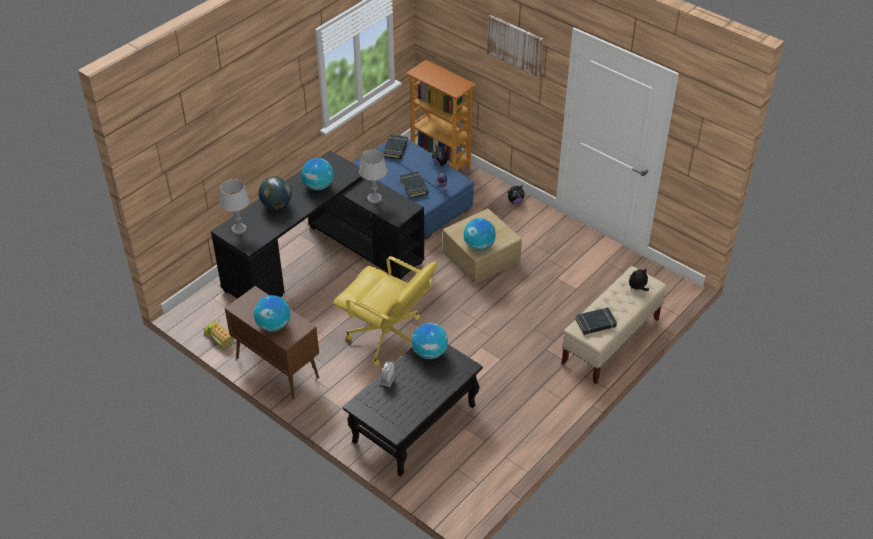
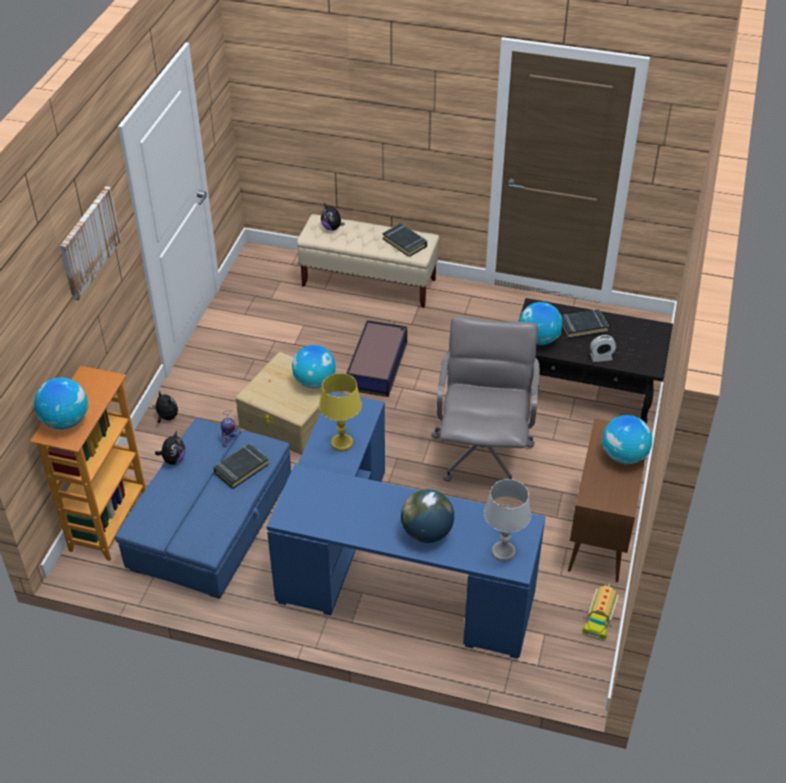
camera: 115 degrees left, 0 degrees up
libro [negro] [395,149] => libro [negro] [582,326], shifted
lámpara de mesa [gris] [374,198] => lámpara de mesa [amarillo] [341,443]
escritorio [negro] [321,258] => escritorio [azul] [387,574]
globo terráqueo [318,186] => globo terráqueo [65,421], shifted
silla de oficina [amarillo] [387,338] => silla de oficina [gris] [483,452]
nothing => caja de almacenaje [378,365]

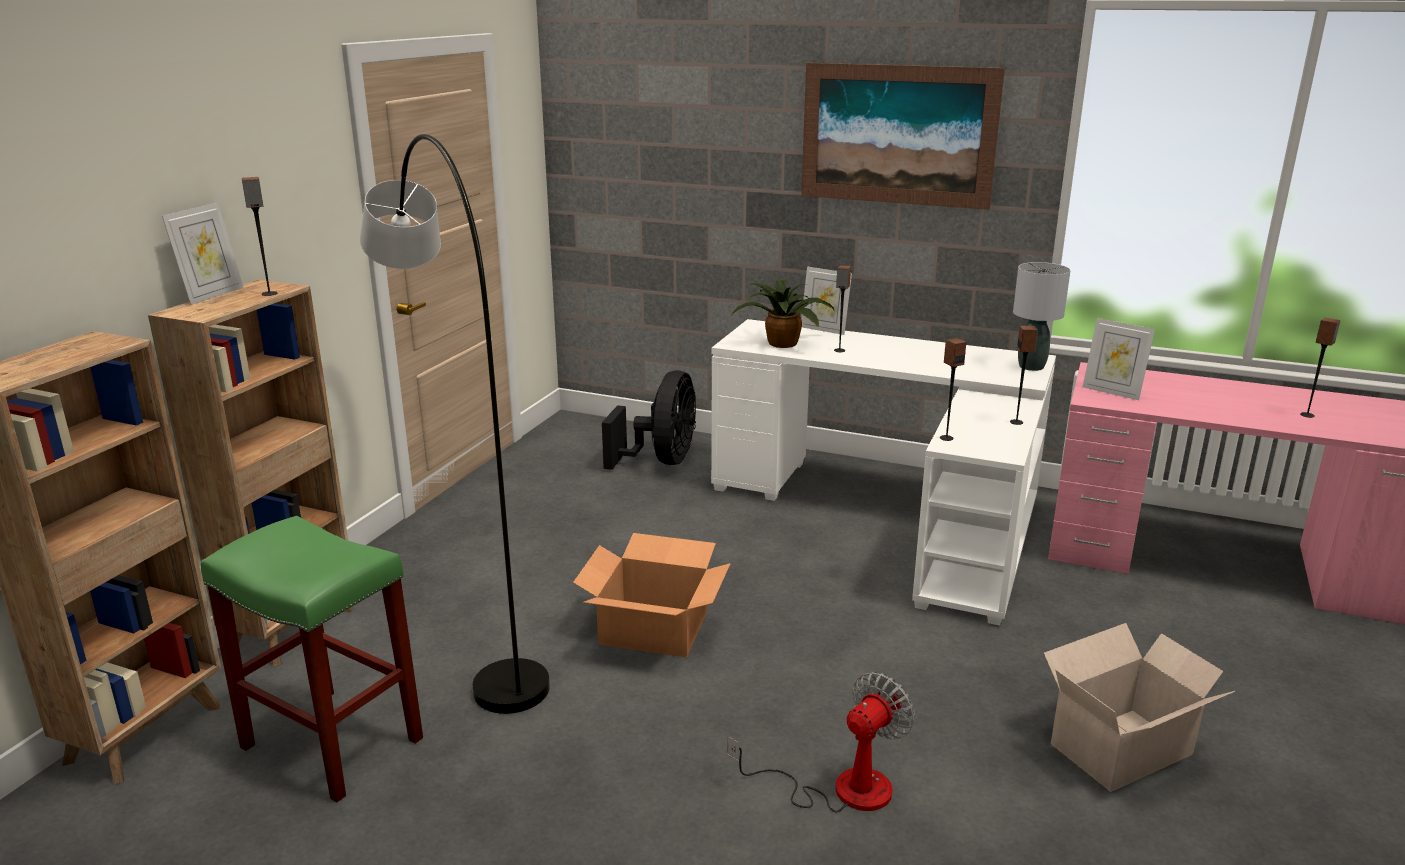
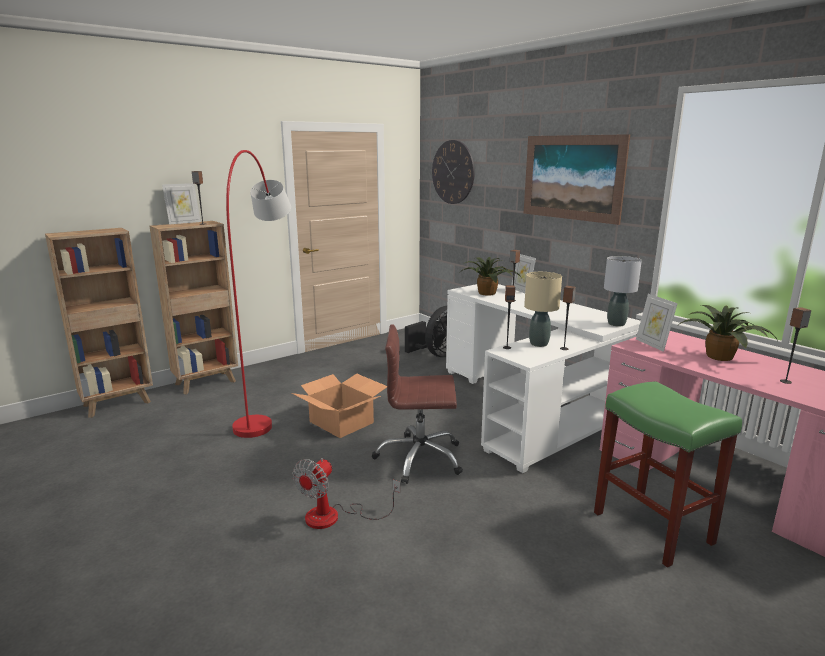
camera: 30 degrees right, 5 degrees down
lámpara de pie [gris] [468,620] => lámpara de pie [rojo] [271,397]
taburete [verde] [329,743] => taburete [verde] [650,527], shifted
caja de cartón [1125,748] => nothing
ventilador [841,789] => ventilador [334,517], 135 degrees clockwise
nothing => reloj de pared [453,172]
nothing => lámpara de mesa [beis] [538,344]
nothing => planta en maceta [721,357]
nothing => silla de oficina [marrón] [419,458]

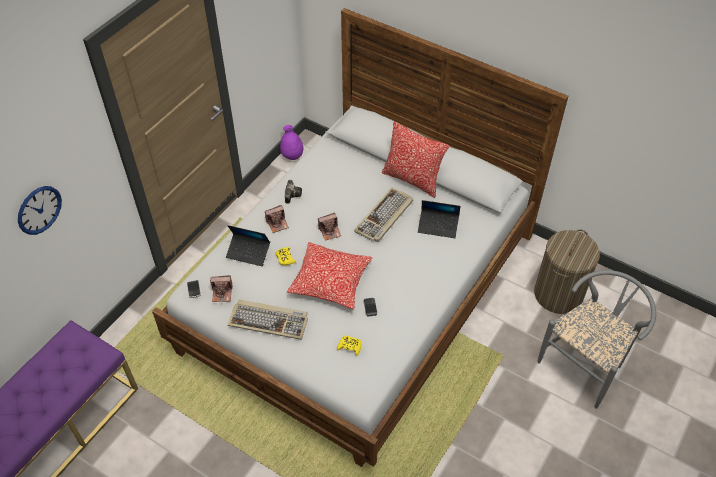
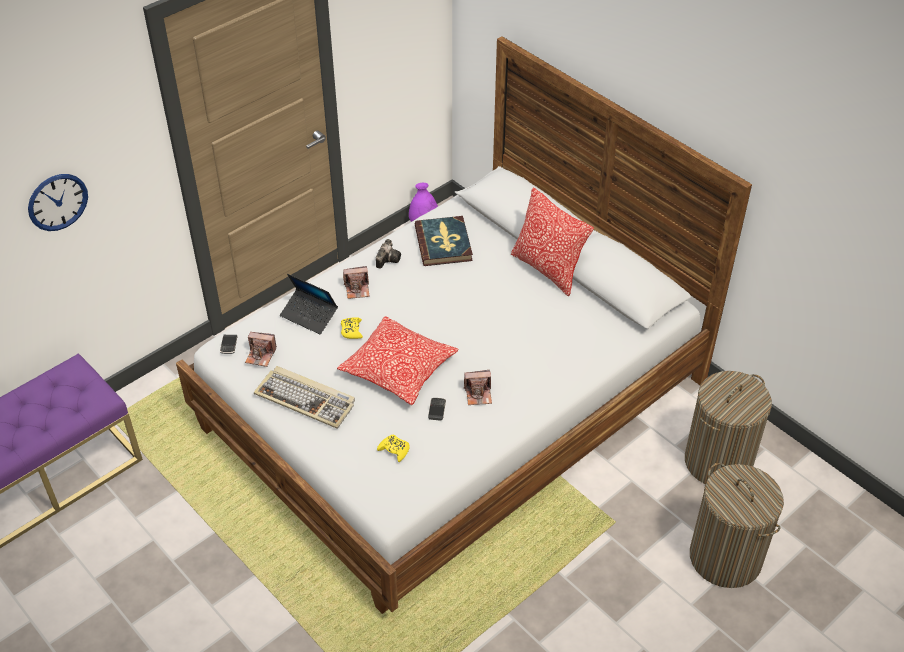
camera: 15 degrees right, 5 degrees down
teclado [384,217] => nothing
portátil [438,226] => nothing
cámara [330,231] => cámara [478,394], shifted
silla [gris] [586,364] => cesto de la ropa [725,557]
nothing => libro [444,243]

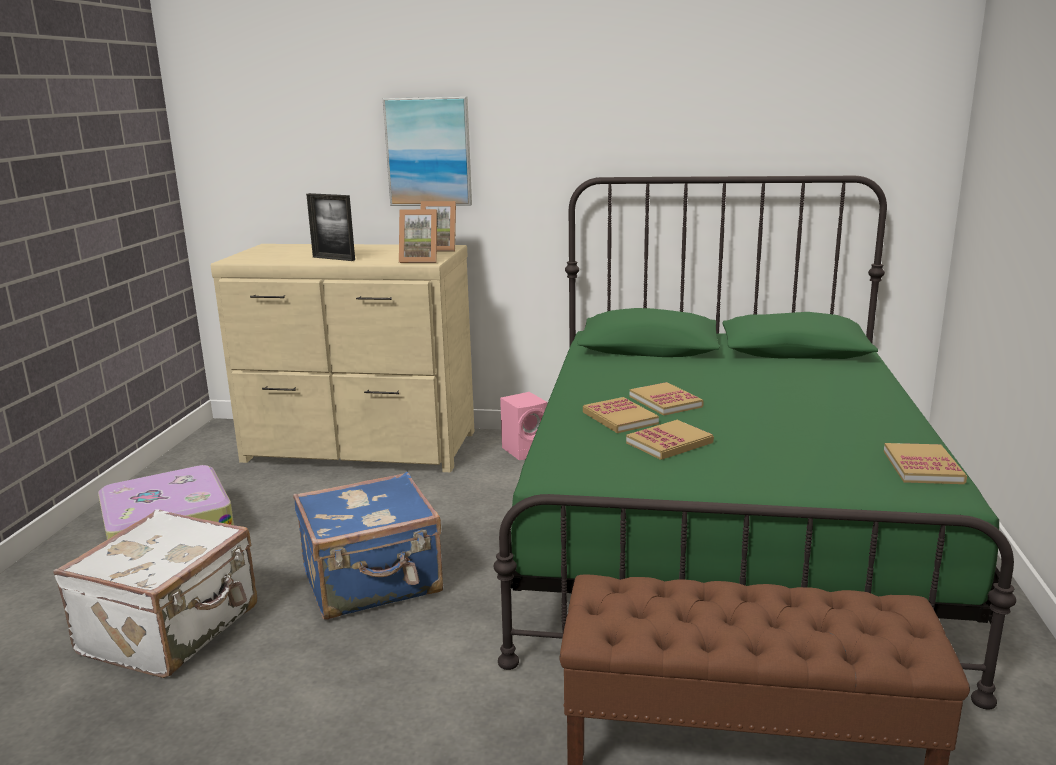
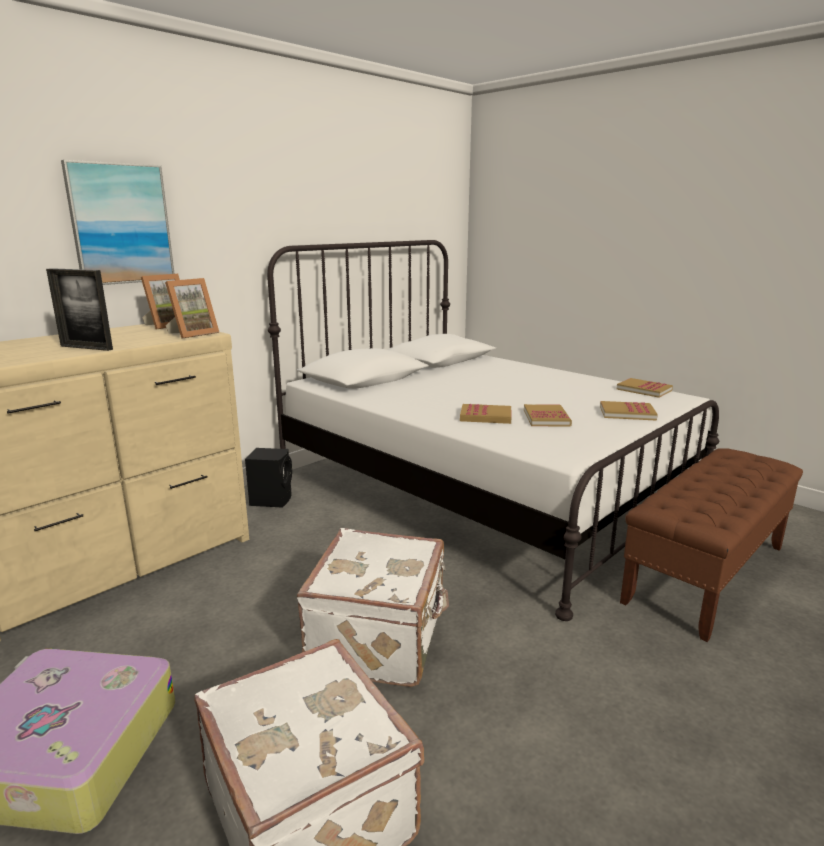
camera: 55 degrees left, 0 degrees up
cama [verde] [721,533] => cama [blanco] [484,489]
portarretratos [333,258] => portarretratos [86,348], 45 degrees clockwise
libro [665,401] => libro [627,413], shifted
altavoz [rosa] [526,450] => altavoz [negro] [272,499]
maleta [azul] [373,582] => maleta [blanco] [380,639]

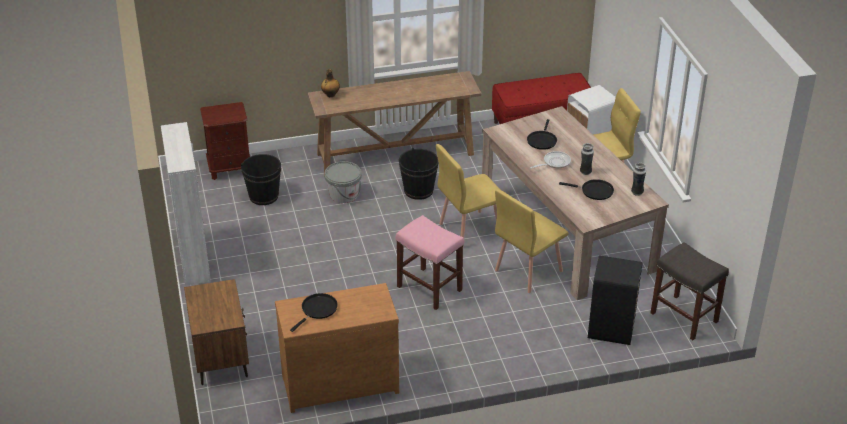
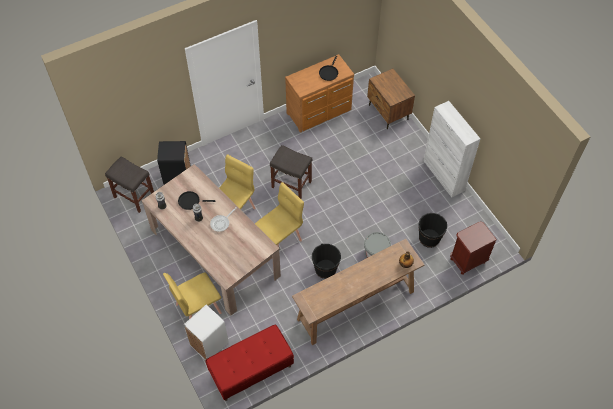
camera: 165 degrees right, 20 degrees up
sartén [negro] [542,140] => nothing
taburete [rosa] [428,288] => taburete [gris] [292,184]

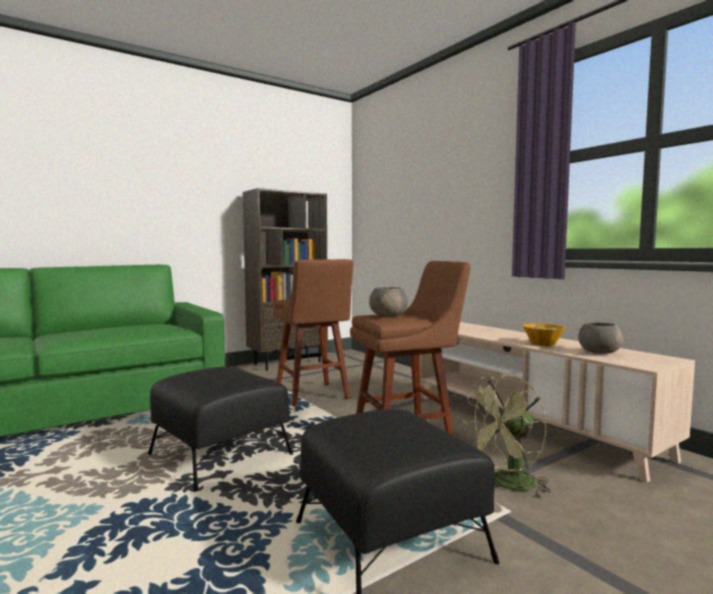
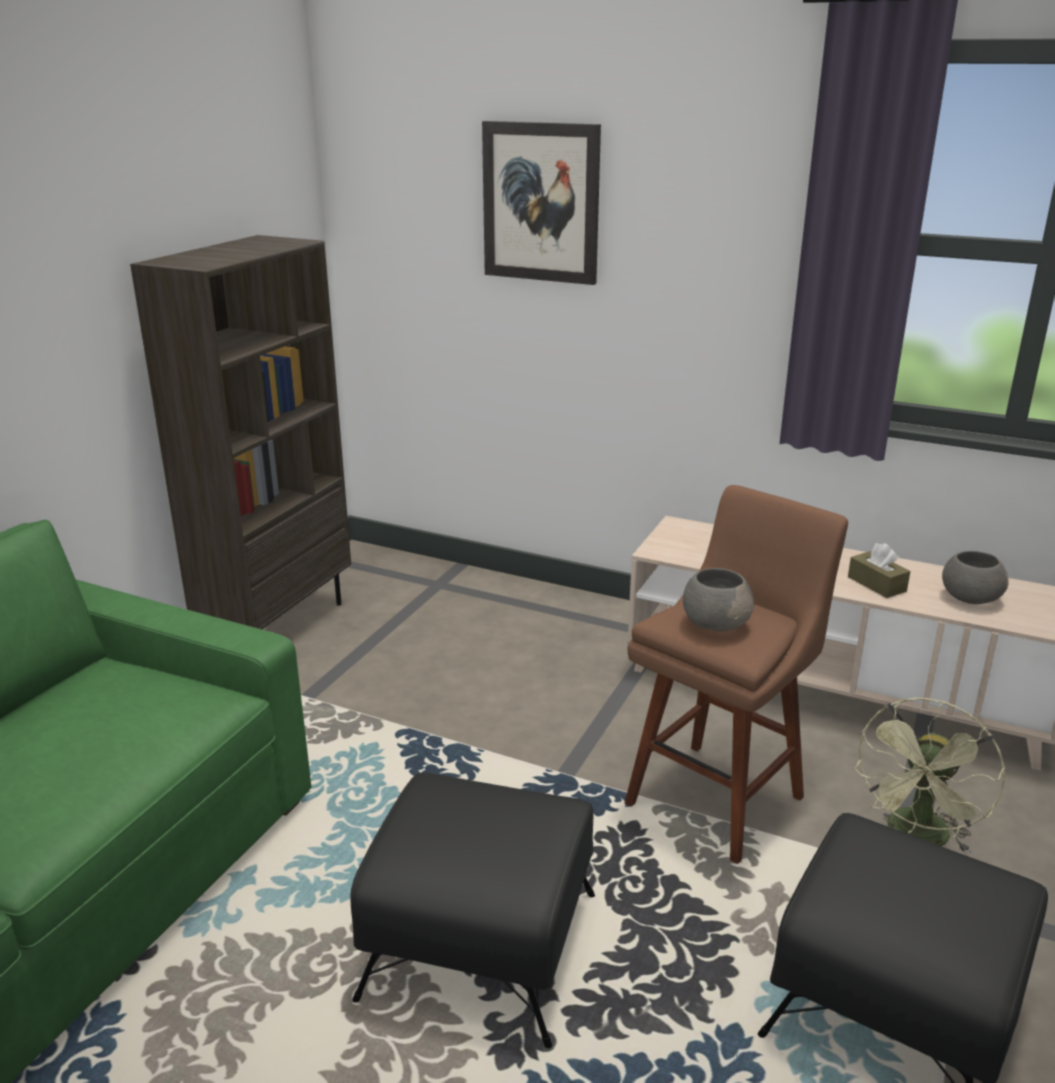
camera: 30 degrees left, 20 degrees up
taburete [marrón] [313,396] => nothing
cuenco [542,344] => caja de pañuelos [marrón] [876,584]
nothing => cuadro [541,203]

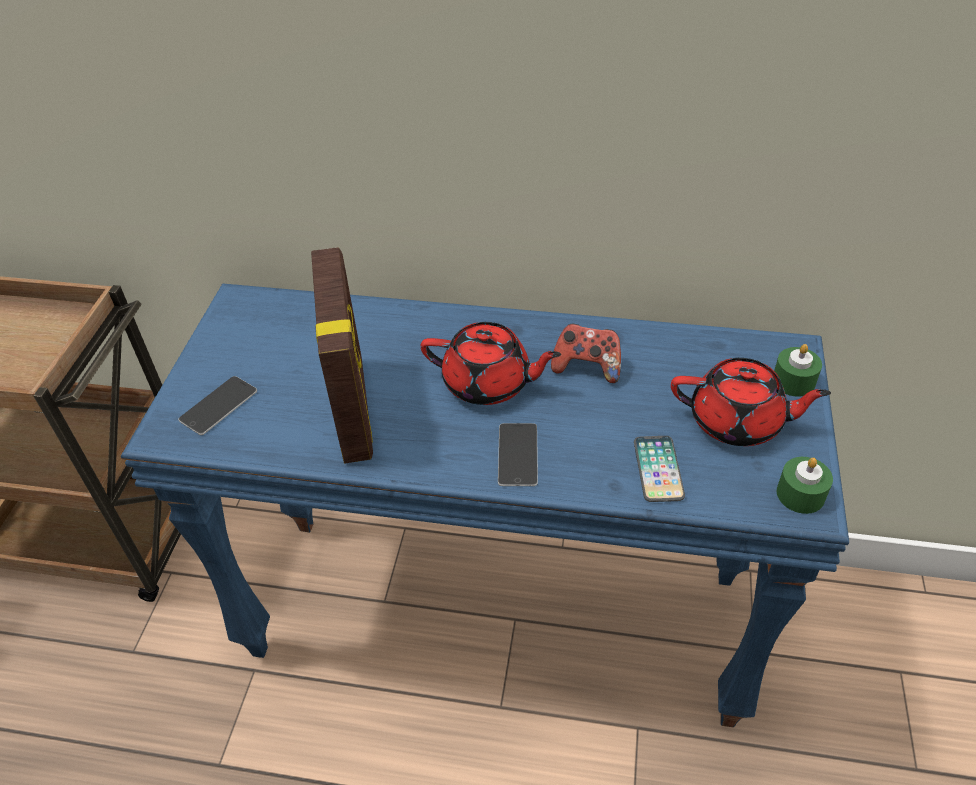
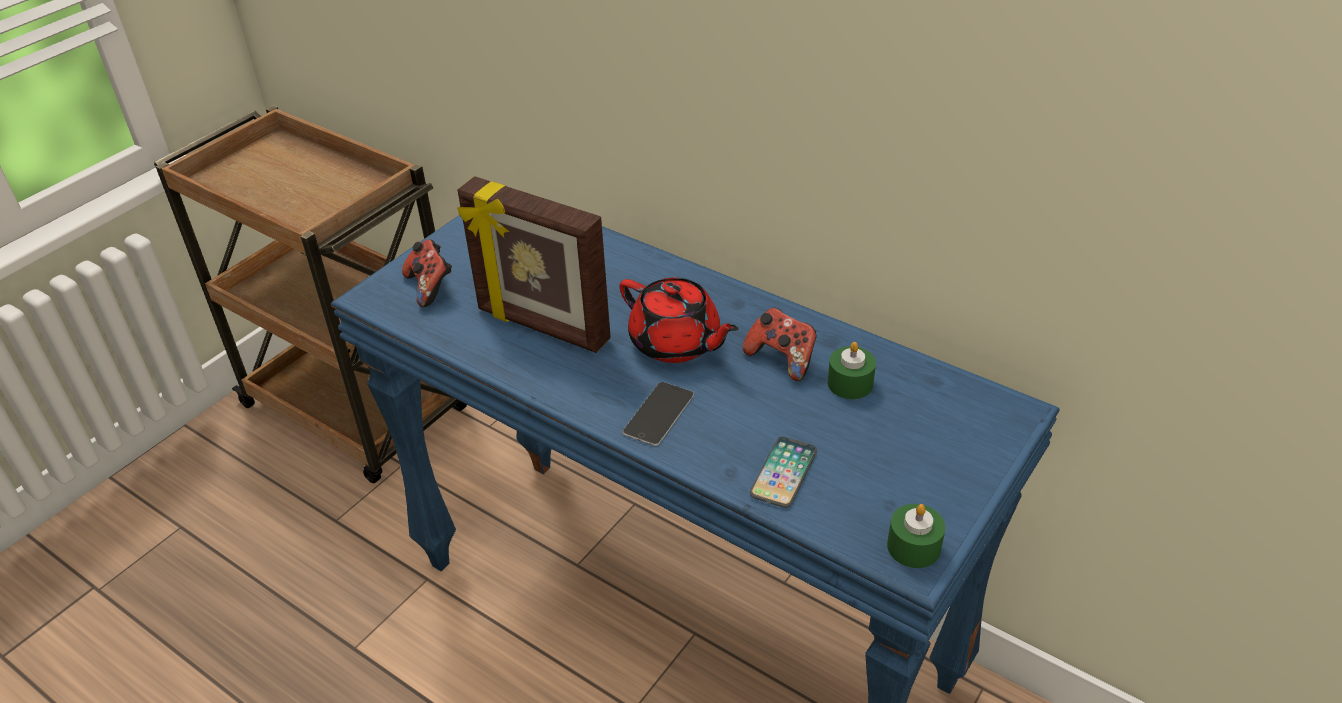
camera: 25 degrees right, 5 degrees down
portarretratos [355,408] => portarretratos [542,326], 105 degrees clockwise
vela [verde] [793,381] => vela [verde] [850,383], shifted
tetera [rojo] [738,422] => nothing
móvil [218,405] => mando de consola [430,287]

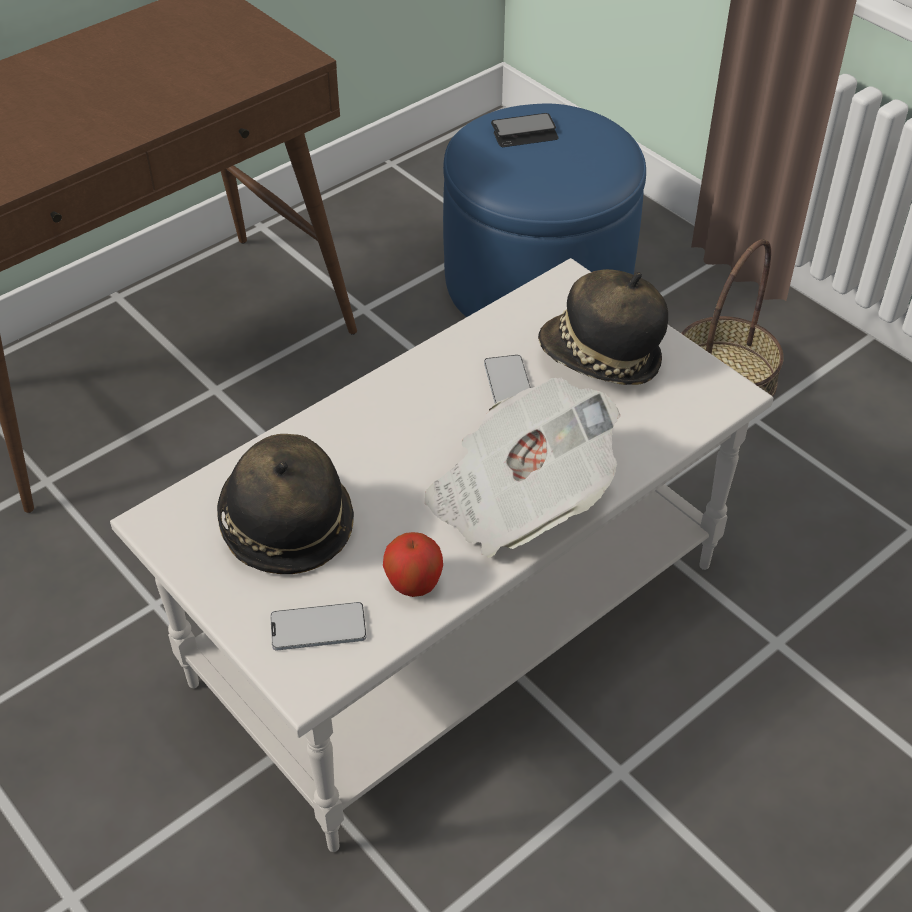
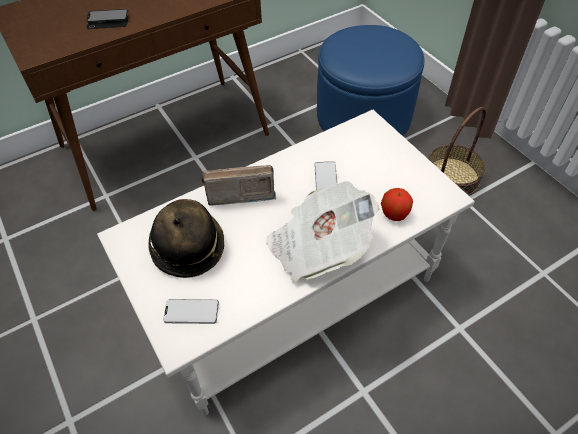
camera: 10 degrees right, 5 degrees up
móvil [524,132] => móvil [108,20], shifted
sombrero [600,359] => nothing
manzana [414,582] => manzana [394,214], shifted
nothing => radio [239,192]

